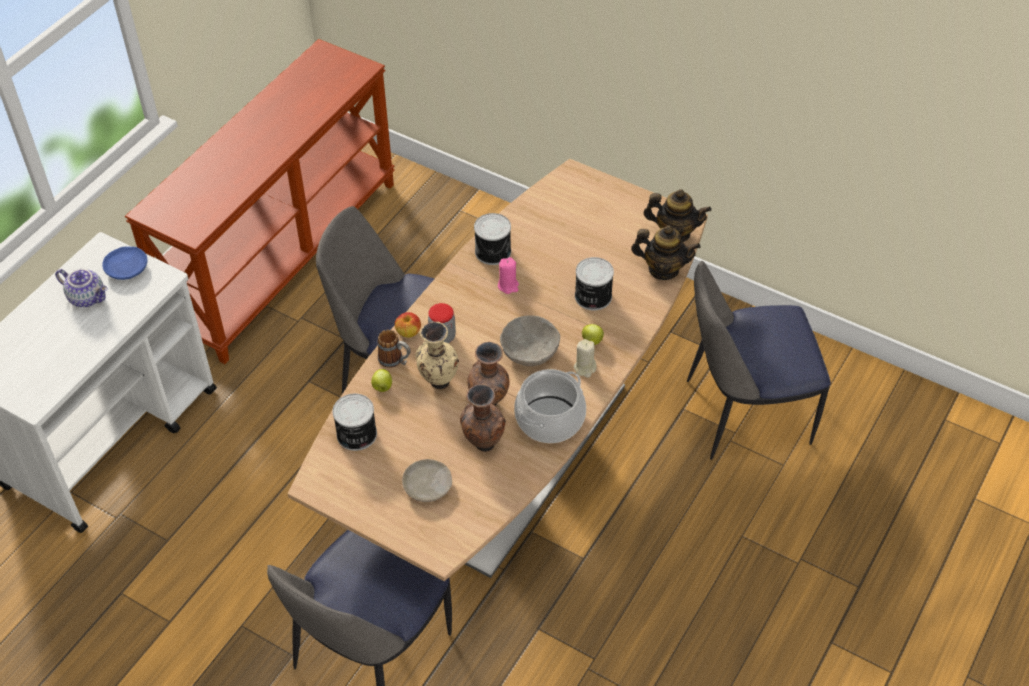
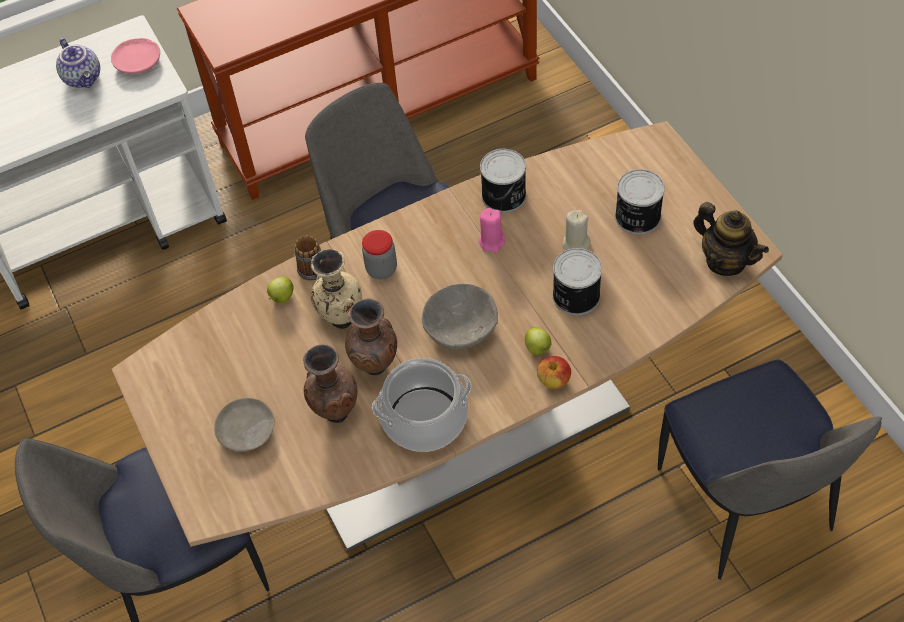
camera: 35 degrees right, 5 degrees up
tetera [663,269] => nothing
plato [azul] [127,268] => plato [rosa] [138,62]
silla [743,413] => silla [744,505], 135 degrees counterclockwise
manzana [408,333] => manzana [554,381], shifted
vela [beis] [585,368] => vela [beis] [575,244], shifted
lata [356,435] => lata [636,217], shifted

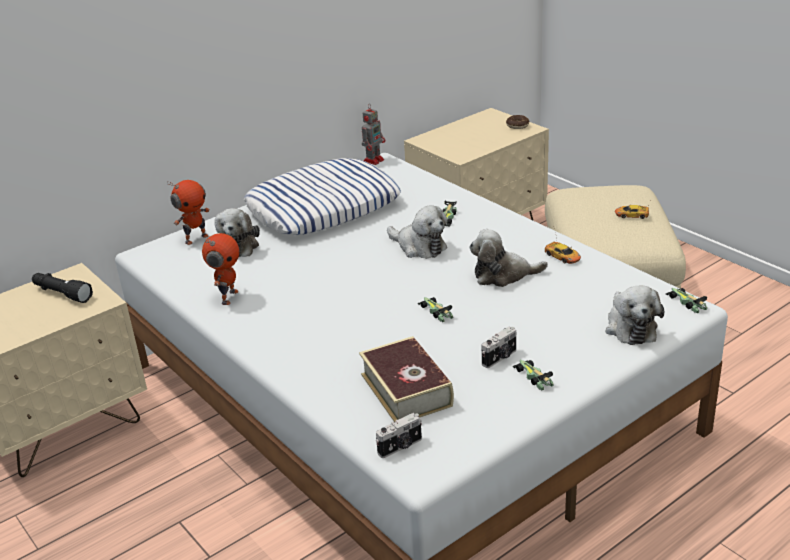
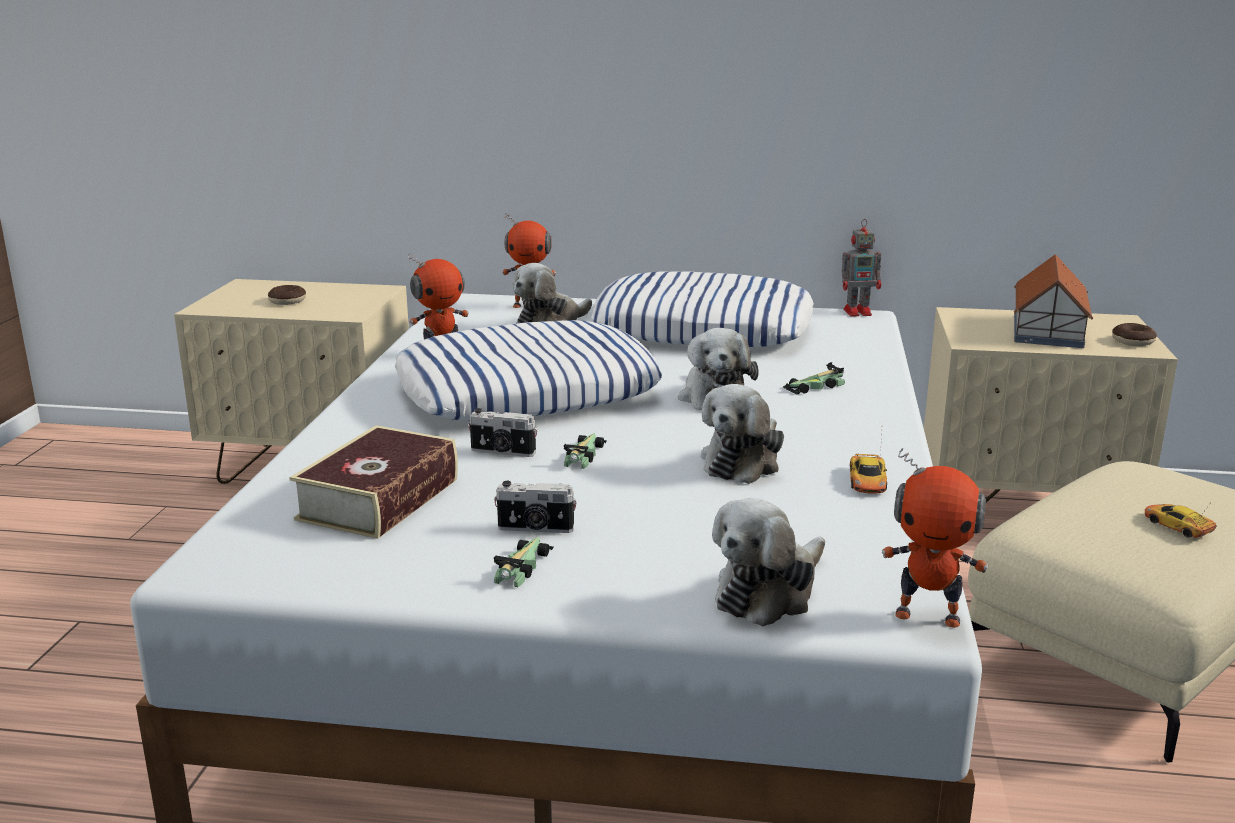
camera: 45 degrees right, 10 degrees down
peluche [503,275] => peluche [743,462], 105 degrees counterclockwise
linterna [negro] [62,294] => nothing
coche de juguete [687,302] => robot de juguete [928,616]
cámara [401,447] => cámara [502,452], shifted
nothing => casita [1048,330]
nothing => rosquilla [287,301]
nothing => cojín [526,390]

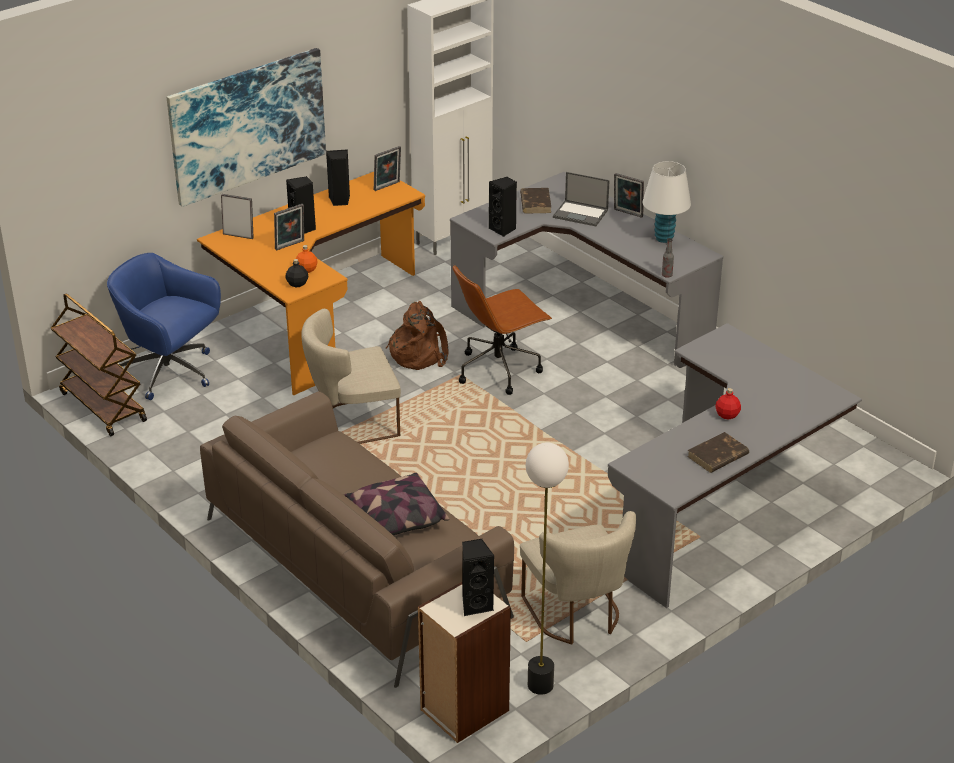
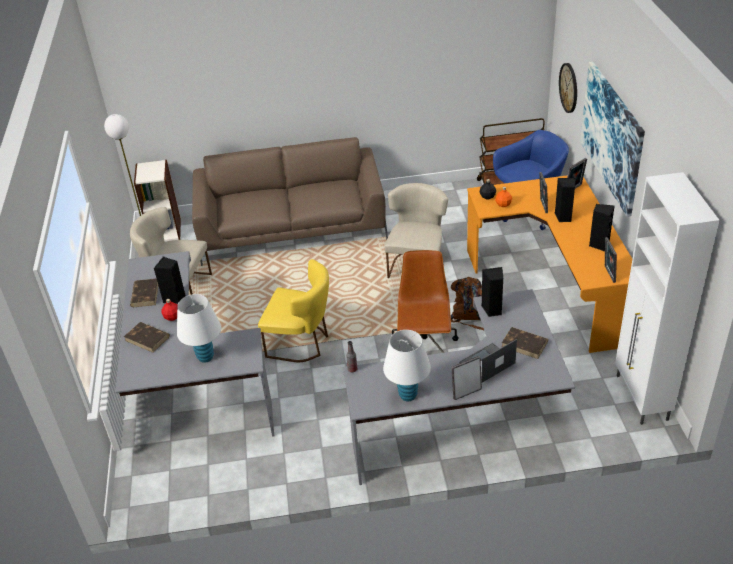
camera: 125 degrees right, 5 degrees up
cojín [396,519] => nothing
altavoz [negro] [476,604] => altavoz [negro] [174,298], shifted
nothing => reloj de pared [569,87]
nothing => silla [amarillo] [302,343]
nothing => lámpara de mesa [blanco] [205,357]
nothing => libro [marrón] [147,338]

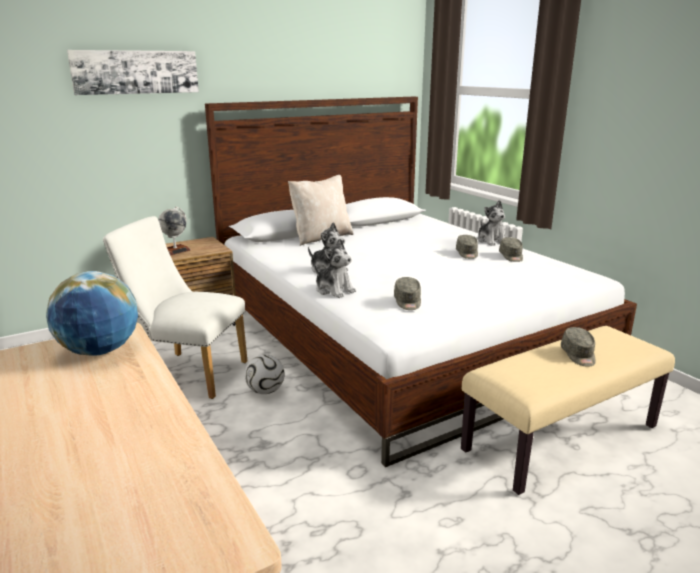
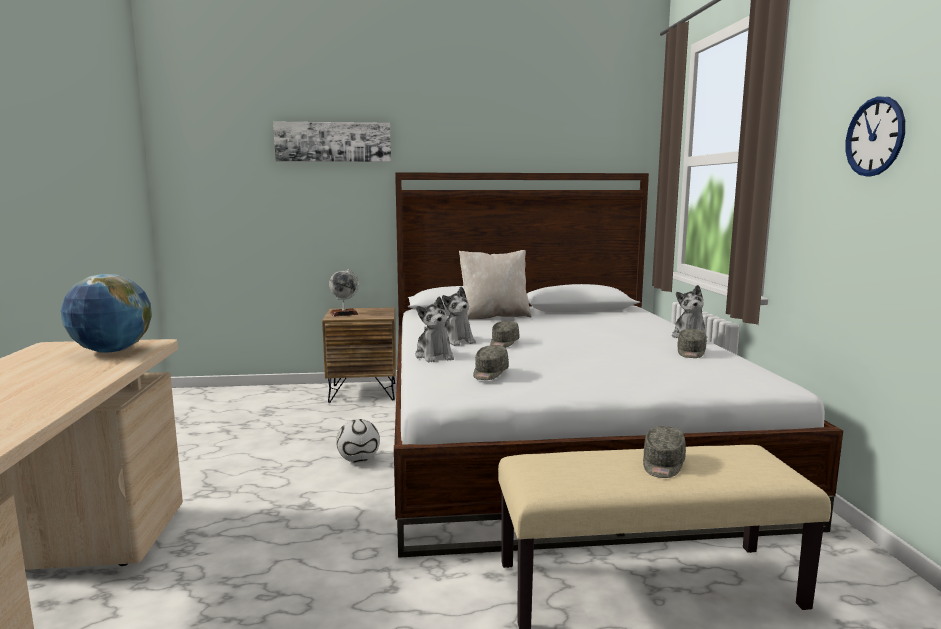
camera: 25 degrees right, 10 degrees down
silla [blanco] [187,373] => nothing
gorra [gris] [467,253] => gorra [gris] [503,343], shifted
nothing => reloj de pared [875,137]

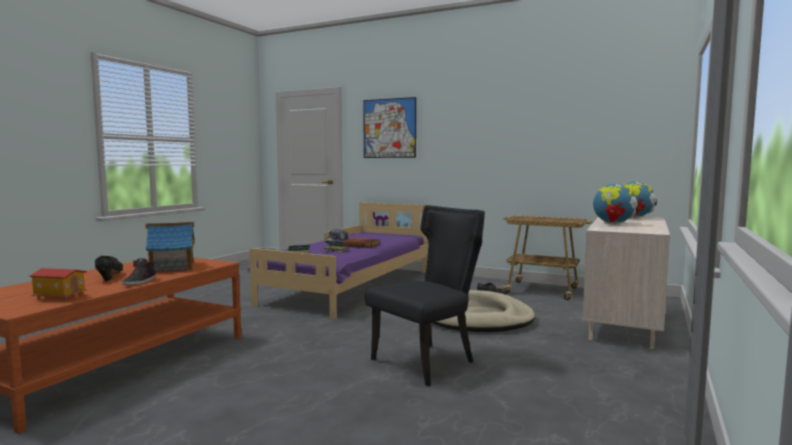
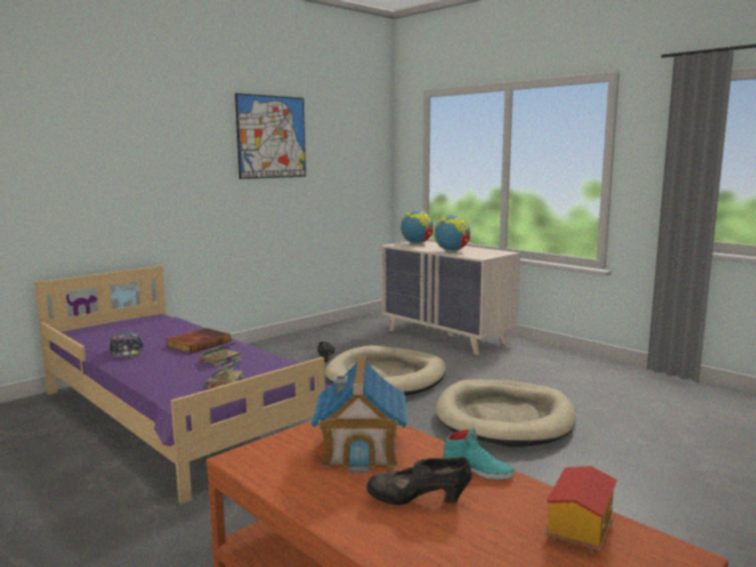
camera: 70 degrees left, 5 degrees up
cuadro [389,128] => cuadro [271,137], shifted
silla [negro] [428,361] => cama para perro [beis] [504,418]
carrito [543,291] => nothing
zapato [negro] [140,282] => zapato [turquesa] [477,470]

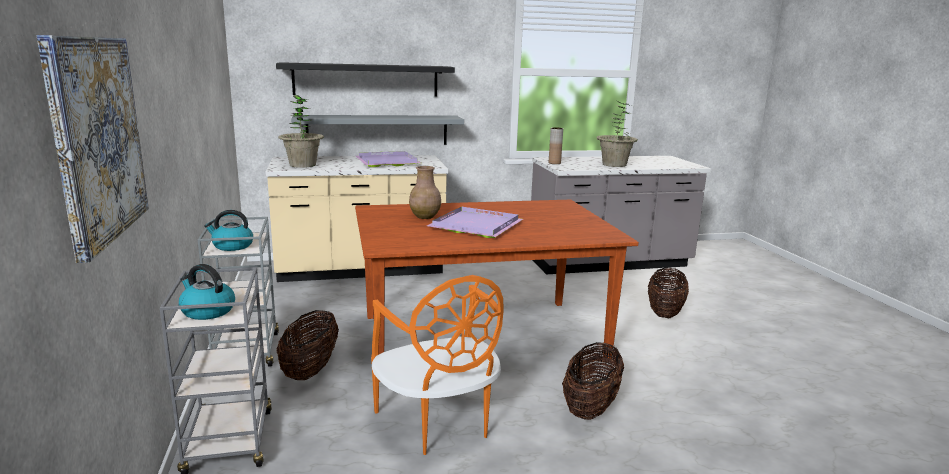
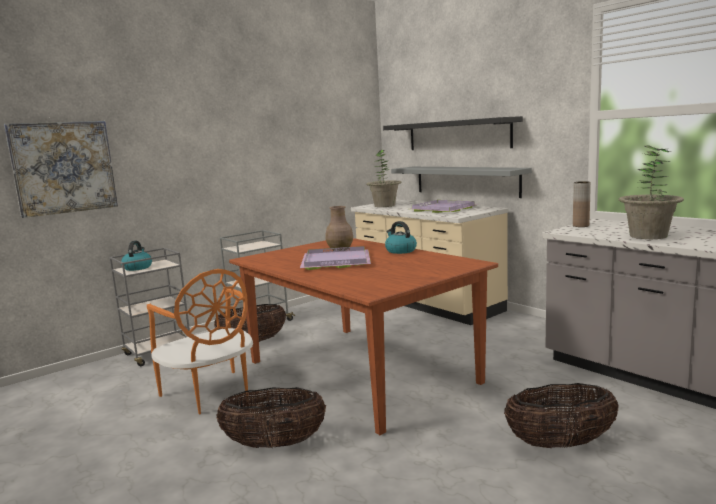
camera: 65 degrees right, 5 degrees down
hervidor [232,246] => hervidor [400,251], shifted
silla [naranja] [438,423] => silla [naranja] [210,394], 75 degrees counterclockwise

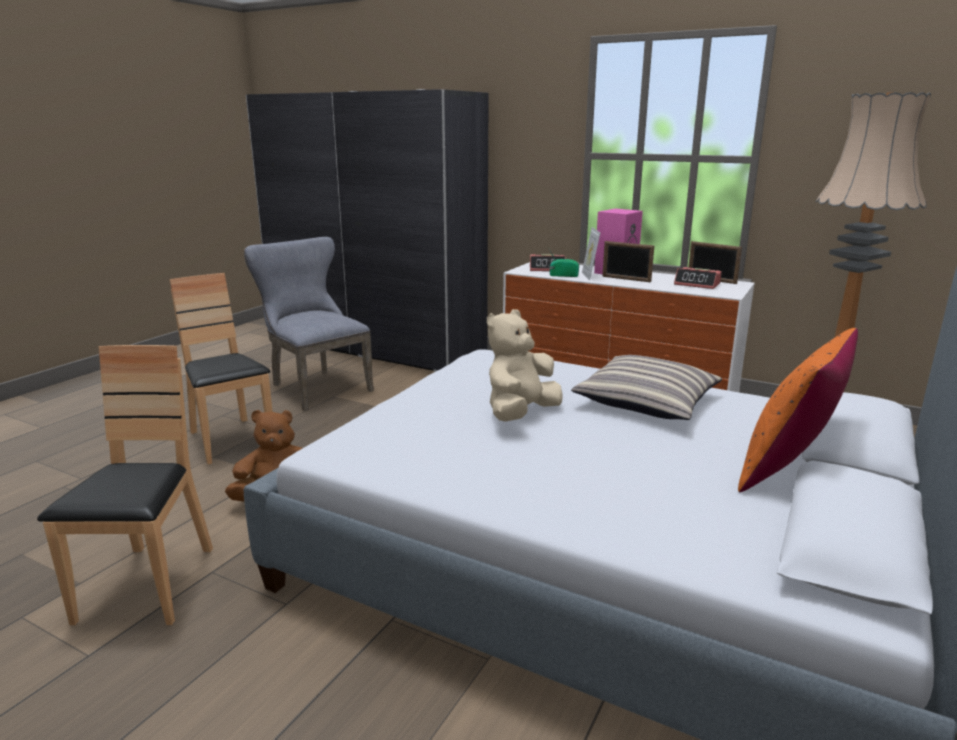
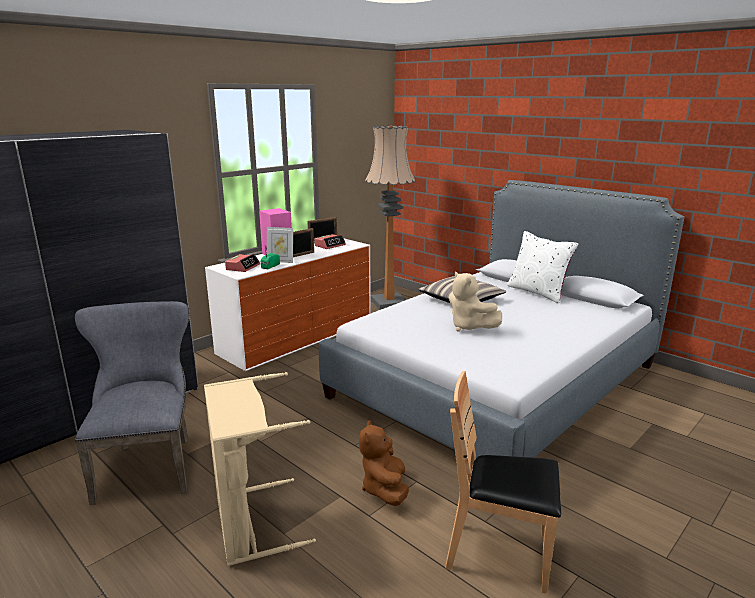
camera: 75 degrees left, 0 degrees up
silla [gris] [315,386] => silla [gris] [148,464], 105 degrees clockwise
silla [marrón] [230,440] => cesto de la ropa [beis] [250,523]
cojín [naranja] [788,469] => cojín [blanco] [537,292]

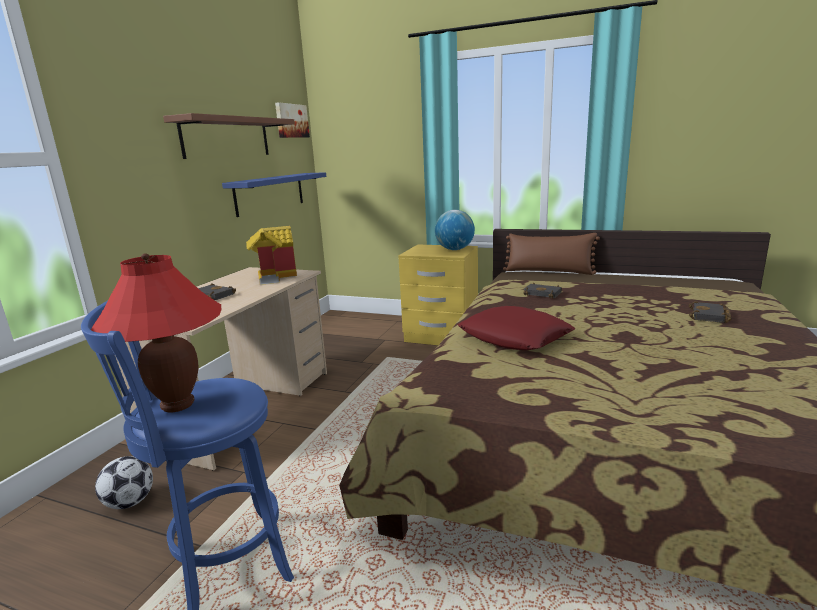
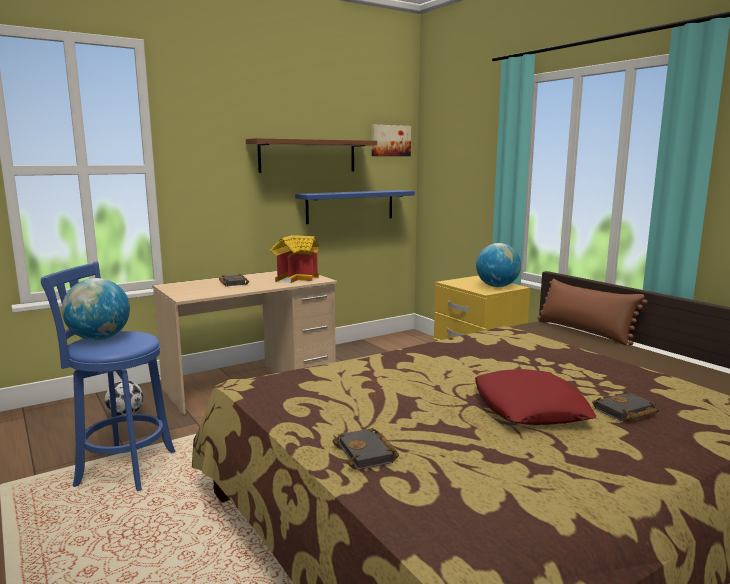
camera: 35 degrees right, 5 degrees down
lámpara de mesa [rojo] [177,405] => globo terráqueo [99,338]
libro [negro] [543,293] => libro [negro] [368,454], shifted
cojín [rojo] [514,337] => cojín [rojo] [530,408], shifted

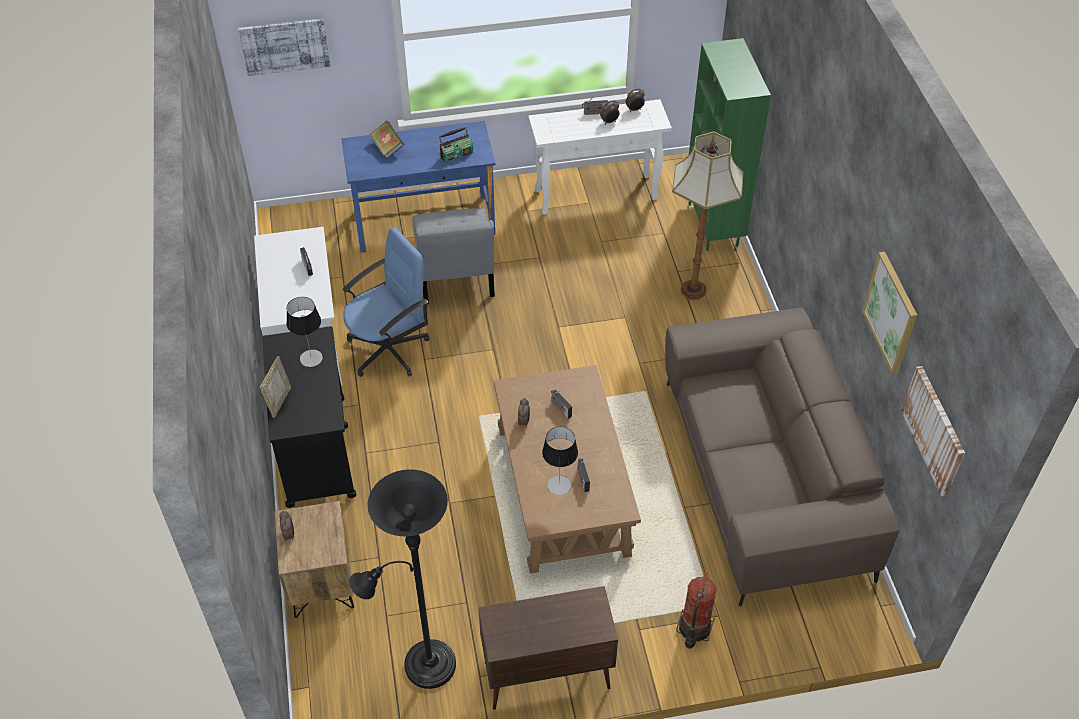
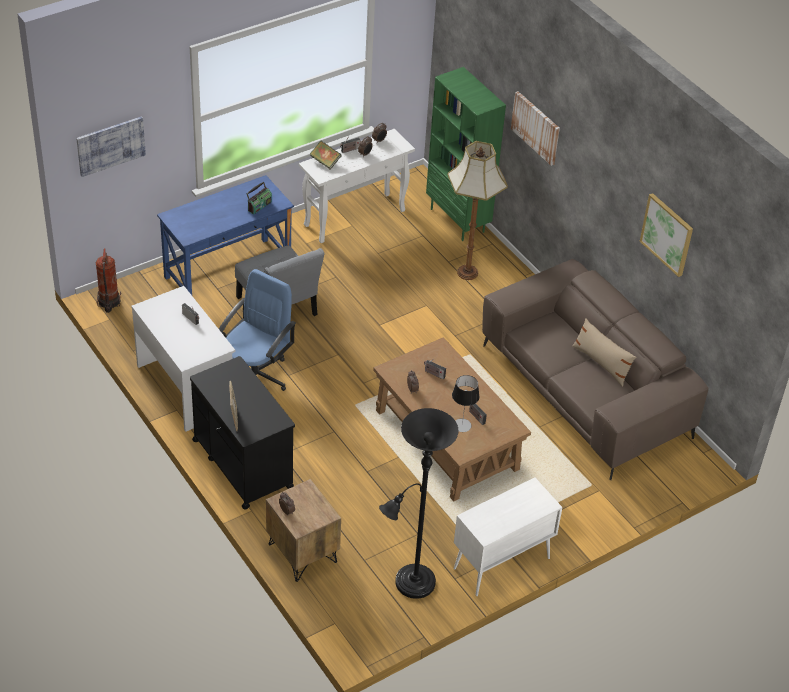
camera: 25 degrees left, 5 degrees down
libro [387,147] => libro [325,162], shifted
lámpara de mesa [311,358] => nothing
cuadro [934,430] => cuadro [536,127], shifted
extintor [693,629] => extintor [108,302], shifted
armario [marrón] [545,676] => armario [blanco] [501,564]
nothing => cojín [beis] [601,363]

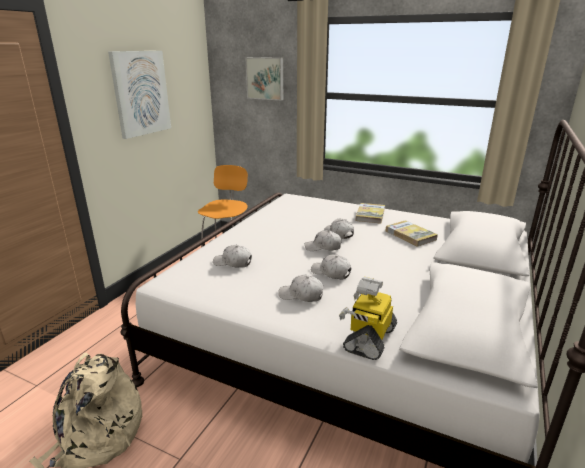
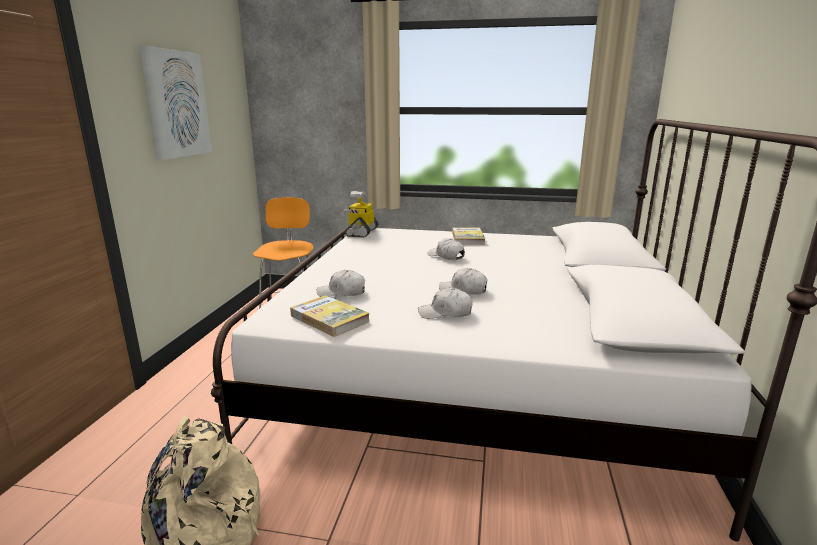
camera: 15 degrees left, 5 degrees down
cuadro [265,78] => nothing
libro [410,235] => libro [329,319], shifted
gorra [blanco] [323,247] => nothing
robot de juguete [369,338] => robot de juguete [361,232], shifted

